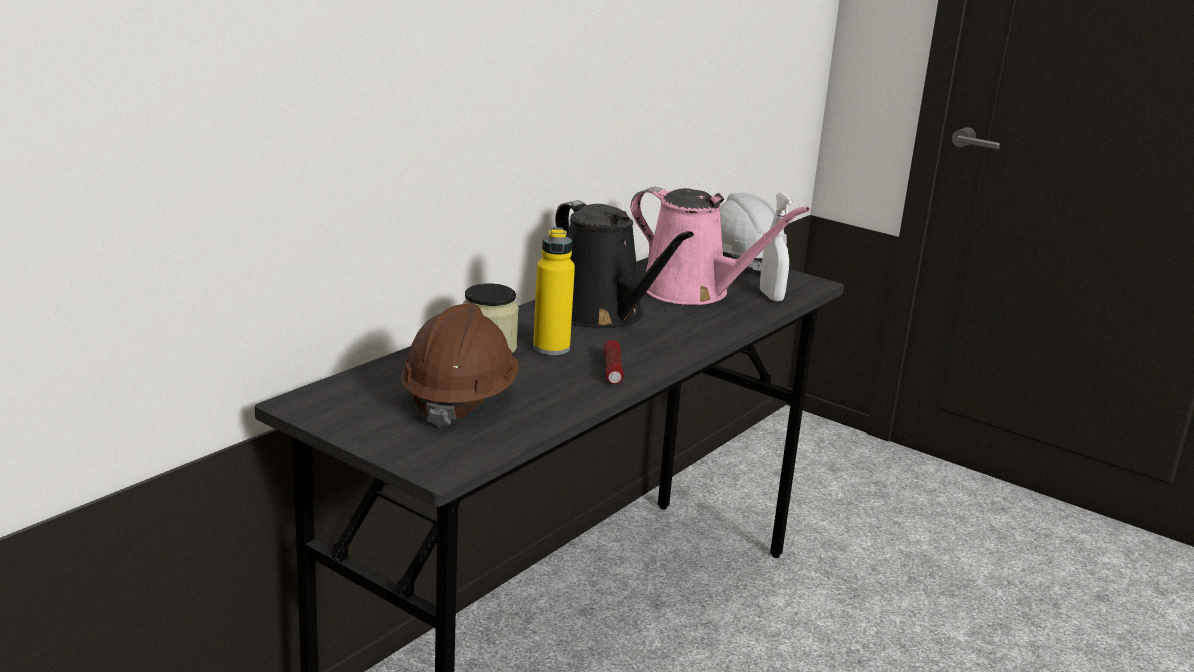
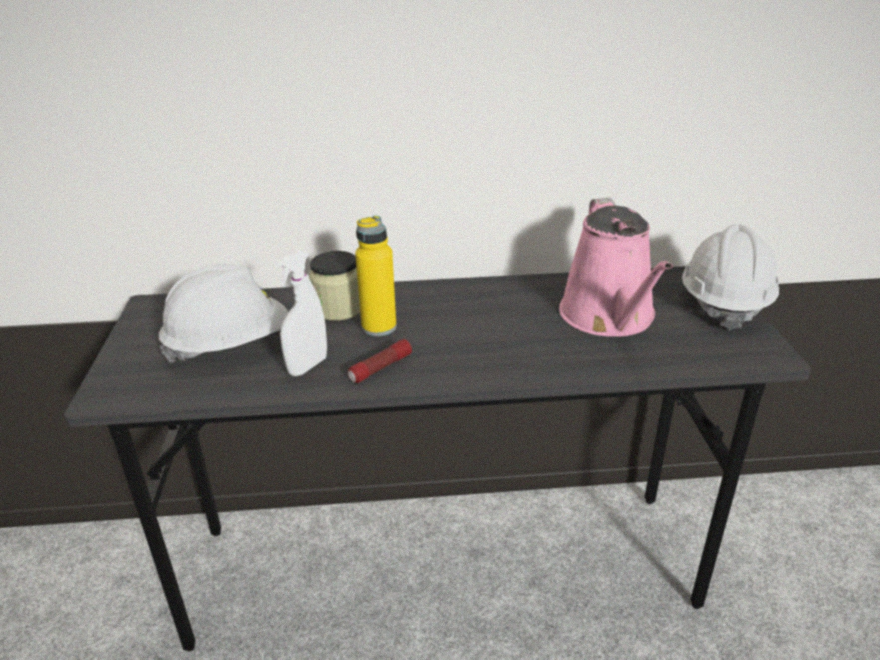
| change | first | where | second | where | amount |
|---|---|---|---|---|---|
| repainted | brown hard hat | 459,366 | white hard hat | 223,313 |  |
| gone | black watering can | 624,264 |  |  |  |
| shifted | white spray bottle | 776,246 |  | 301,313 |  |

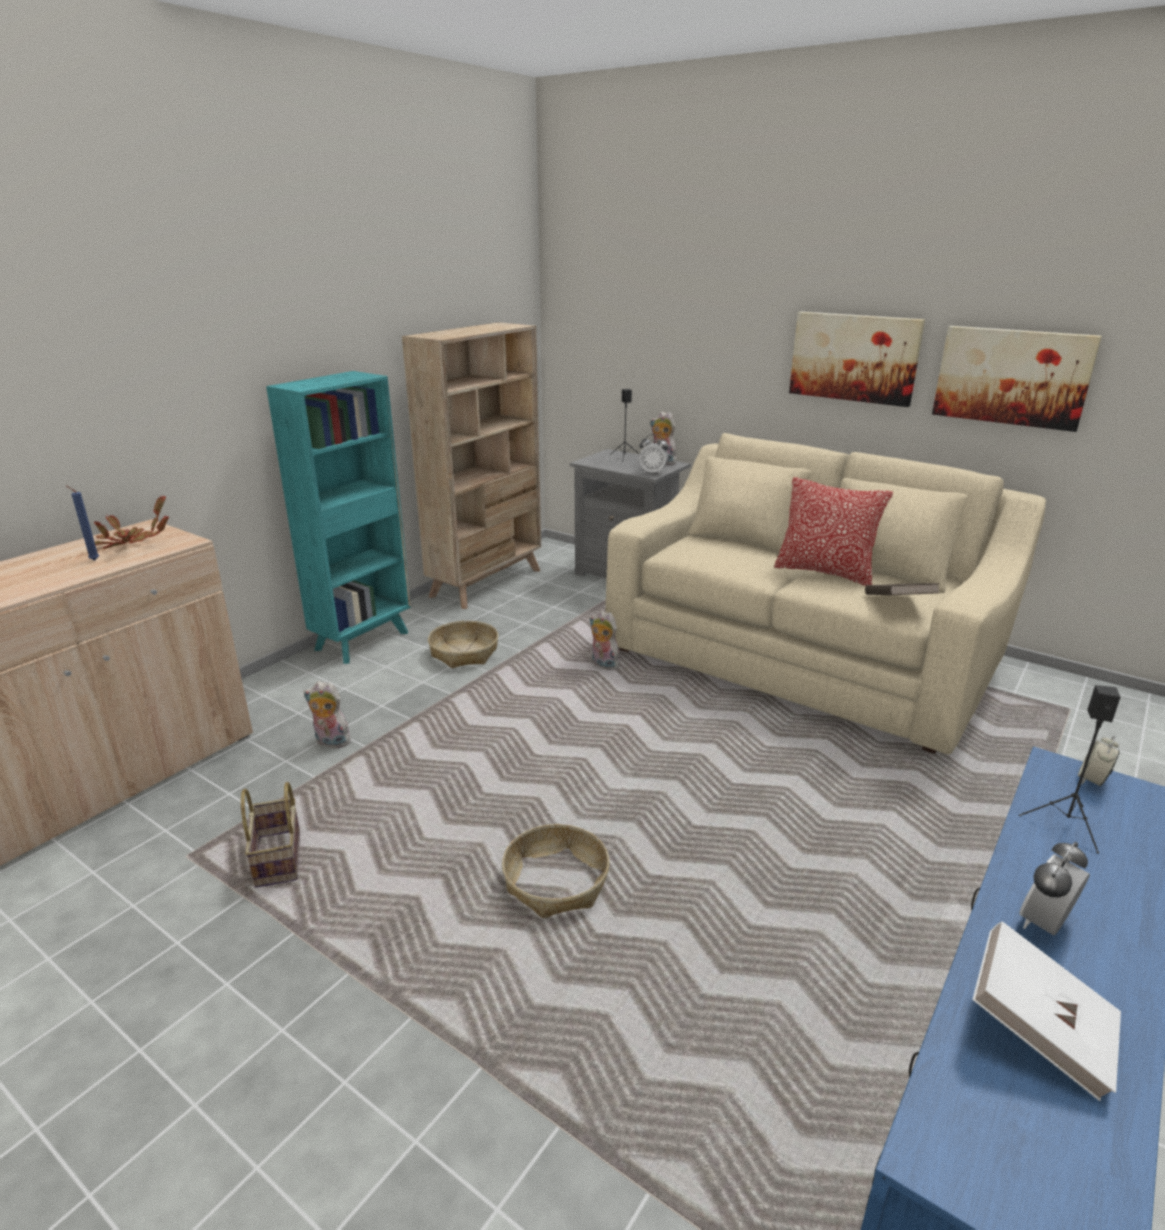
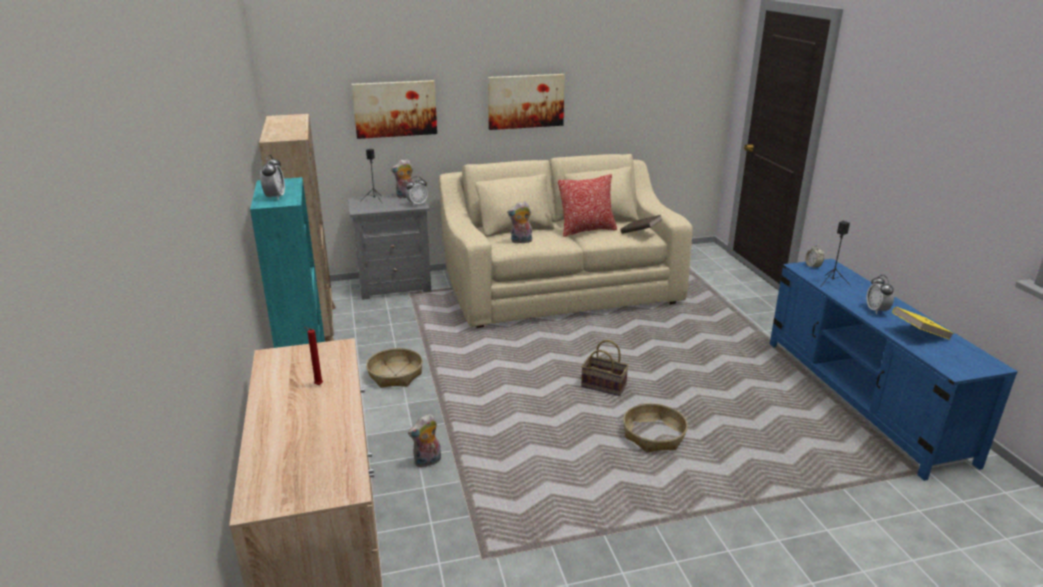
| change | first | where | second | where | amount |
|---|---|---|---|---|---|
| repainted | blue candle | 82,522 | red candle | 313,356 |  |
| gone | potted plant | 131,522 |  |  |  |
| shifted | basket | 270,835 |  | 605,368 |  |
| shifted | plush toy | 605,640 |  | 519,222 |  |
| shifted | picture | 1017,379 |  | 394,109 |  |
| repainted | white book | 1046,1011 | yellow book | 923,323 |  |
| new |  |  | alarm clock | 272,177 |  |

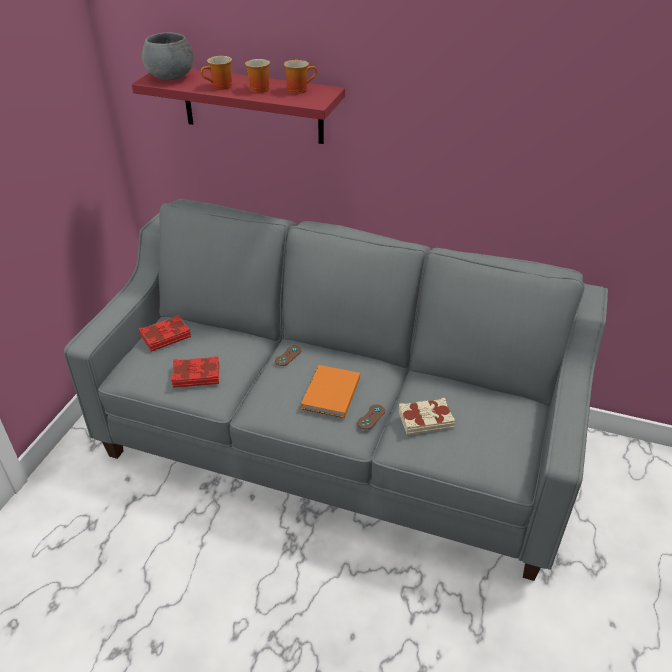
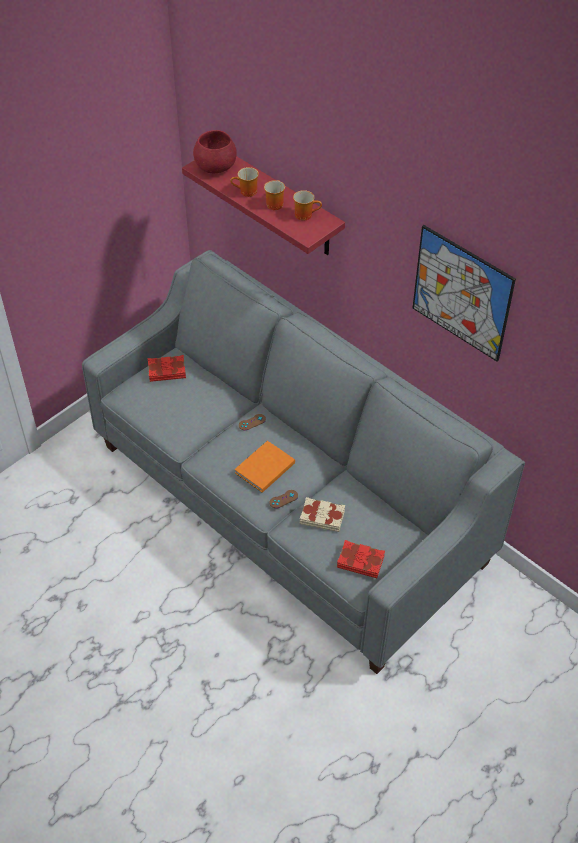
| change | first | where | second | where | amount |
|---|---|---|---|---|---|
| repainted | grey bowl | 167,56 | red bowl | 215,151 |  |
| shifted | red book | 195,372 |  | 361,559 |  |
| new |  |  | picture | 464,293 |  |

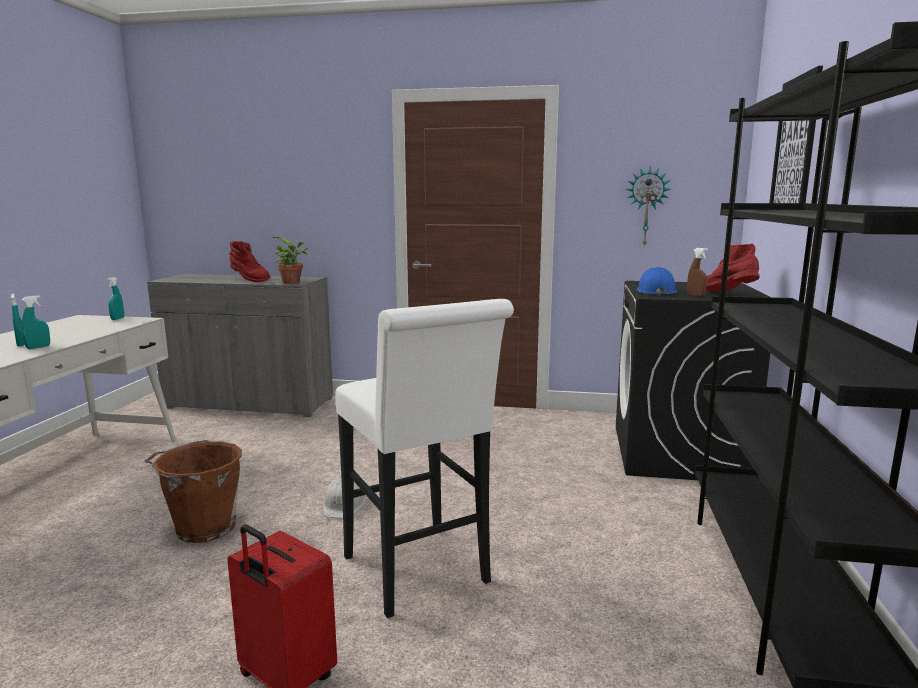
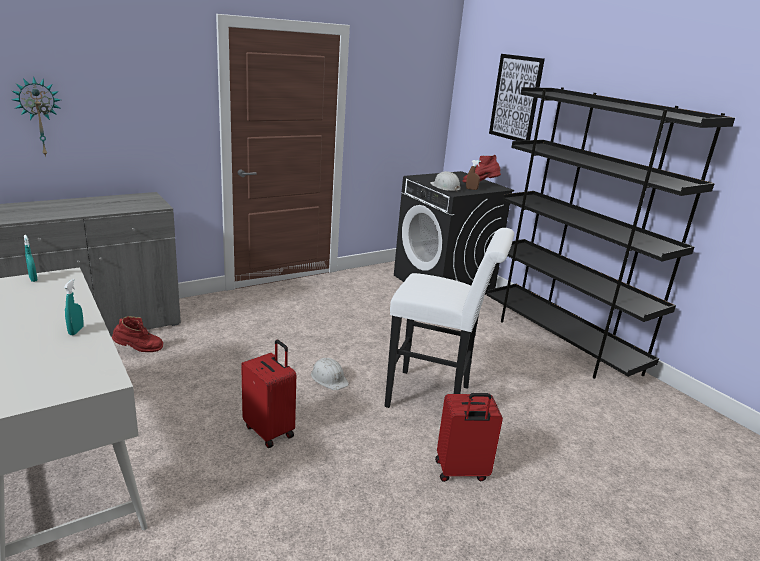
| change | first | where | second | where | amount |
|---|---|---|---|---|---|
| gone | turquoise spray bottle | 18,319 |  |  |  |
| swapped | brown bucket | 193,491 | red suitcase | 268,394 |  |
| shifted | red boot | 250,261 |  | 137,334 |  |
| gone | potted plant | 291,260 |  |  |  |
| shifted | wall clock | 648,207 |  | 36,116 |  |
| repainted | blue hard hat | 656,281 | white hard hat | 445,181 |  |

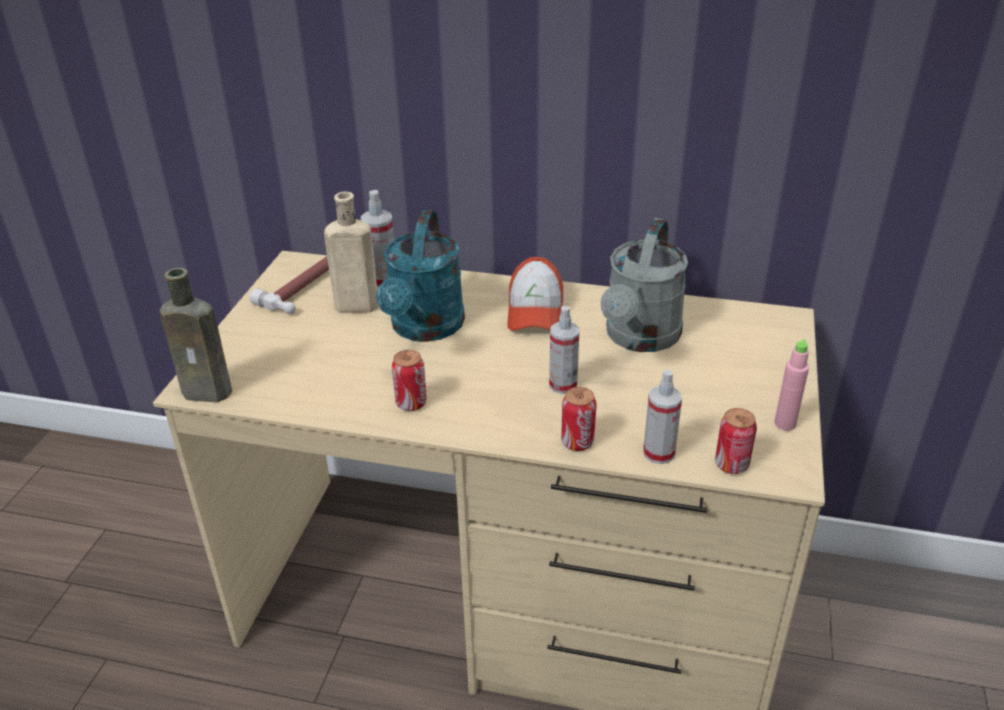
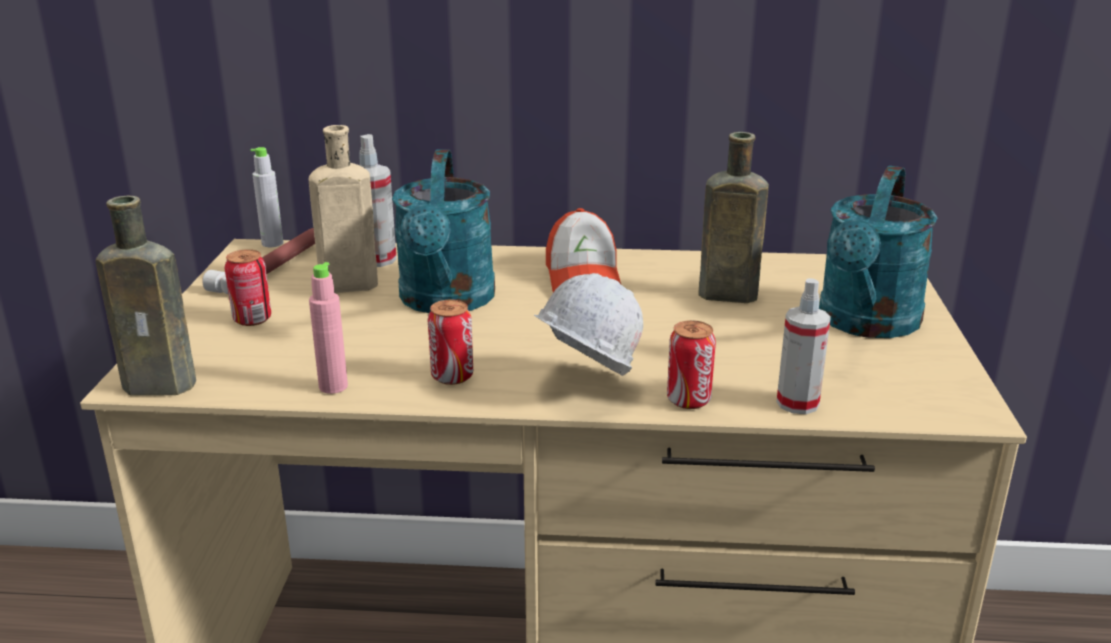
| change | first | where | second | where | amount |
|---|---|---|---|---|---|
| gone | spray bottle | 564,350 |  |  |  |
| swapped | grey watering can | 644,285 | brown bottle | 733,217 |  |
| shifted | can | 736,441 |  | 248,287 |  |
| shifted | pink bottle | 791,385 |  | 328,328 |  |
| new |  |  | grey bottle | 267,197 |  |
| new |  |  | white hard hat | 588,324 |  |
| new |  |  | turquoise watering can | 878,252 |  |

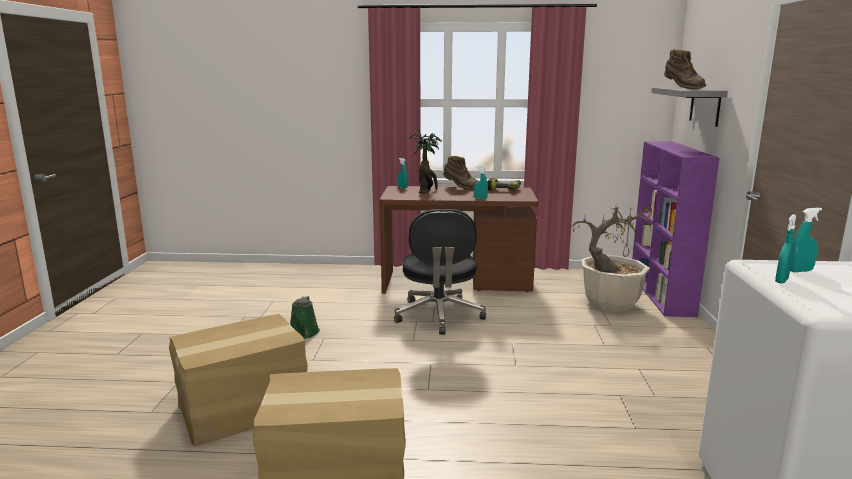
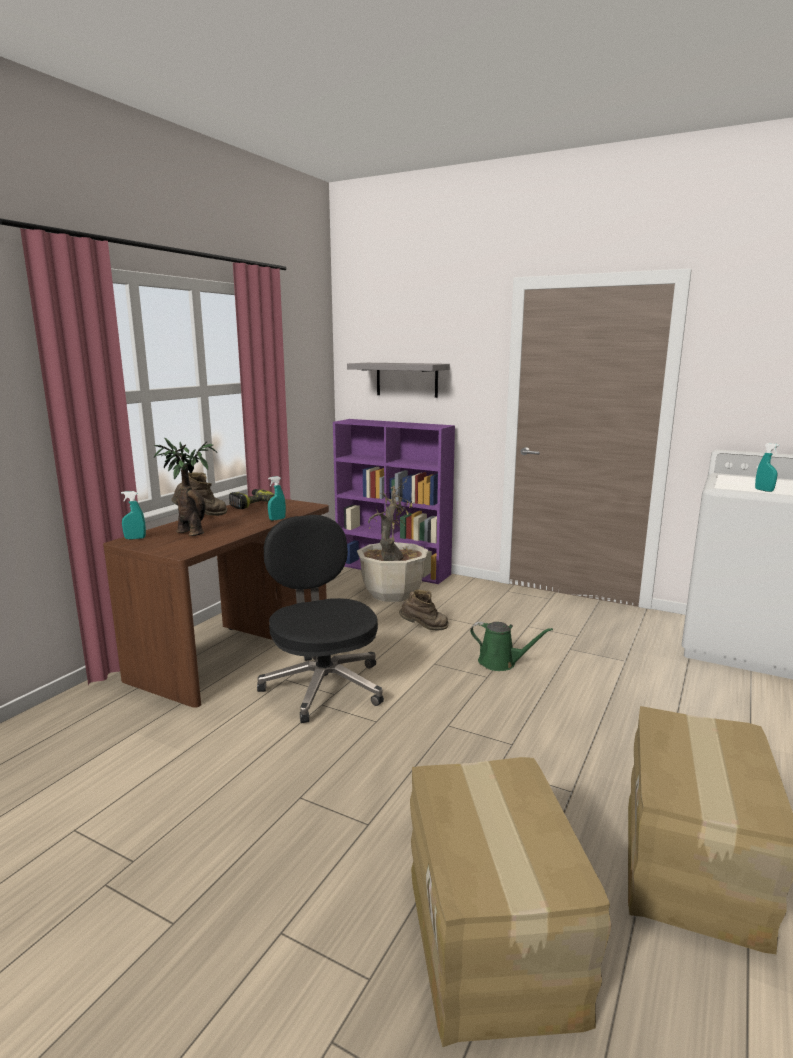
| change | first | where | second | where | amount |
|---|---|---|---|---|---|
| shifted | green watering can | 305,317 |  | 511,646 |  |
| rotated | black office chair | 440,272 |  | 320,619 | 135 degrees counterclockwise |
| shifted | brown boot | 685,69 |  | 424,610 |  |
| gone | turquoise spray bottle | 806,240 |  |  |  |

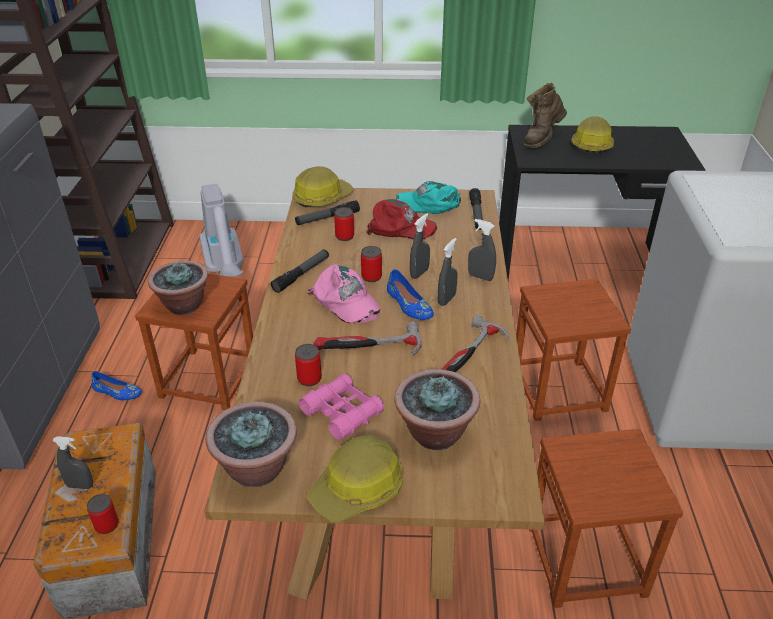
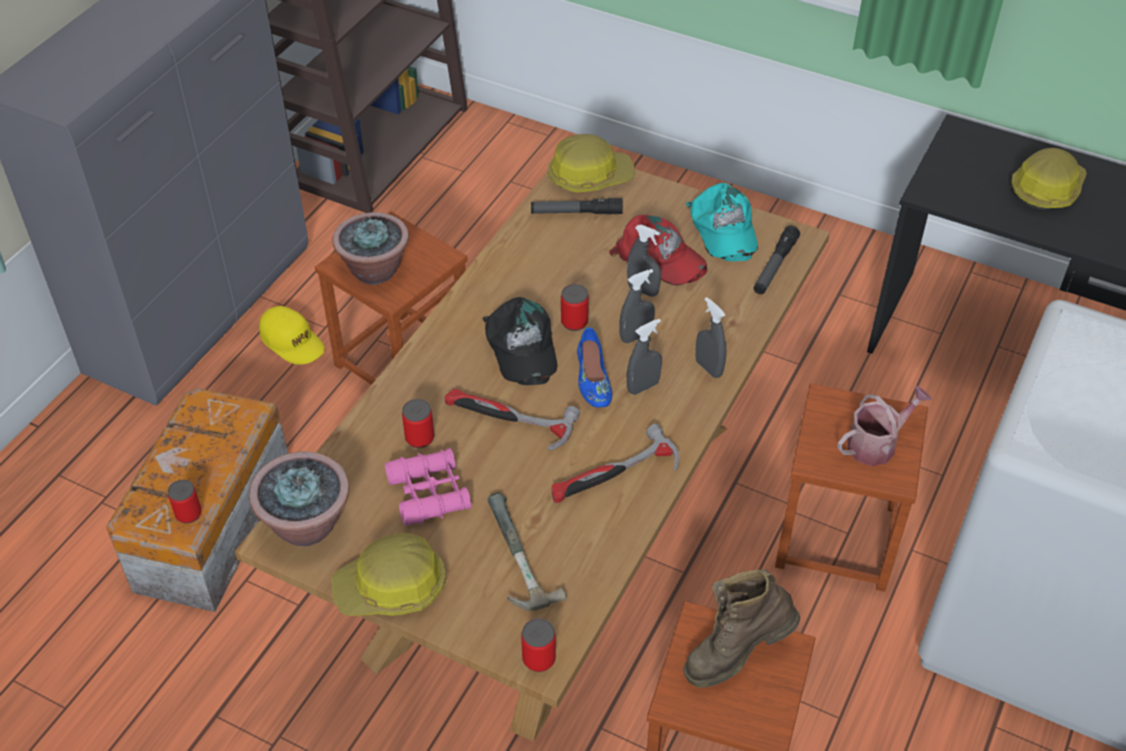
| change | first | where | second | where | amount |
|---|---|---|---|---|---|
| shifted | grey spray bottle | 72,462 |  | 644,261 |  |
| swapped | blue shoe | 116,385 | yellow cap | 292,335 |  |
| gone | vacuum cleaner | 221,230 |  |  |  |
| gone | flashlight | 300,271 |  |  |  |
| repainted | pink cap | 343,293 | black cap | 520,341 |  |
| shifted | can | 344,224 |  | 538,645 |  |
| swapped | potted plant | 437,409 | hammer | 527,551 |  |
| rotated | turquoise cap | 428,197 |  | 722,222 | 135 degrees counterclockwise |
| shifted | brown boot | 545,115 |  | 741,628 |  |
| new |  |  | watering can | 884,426 |  |

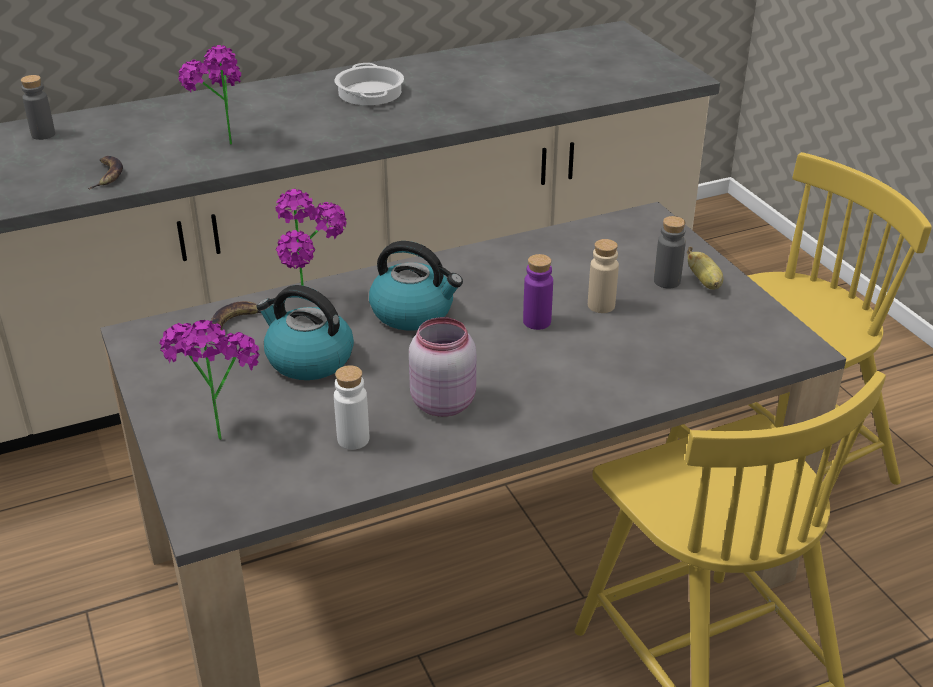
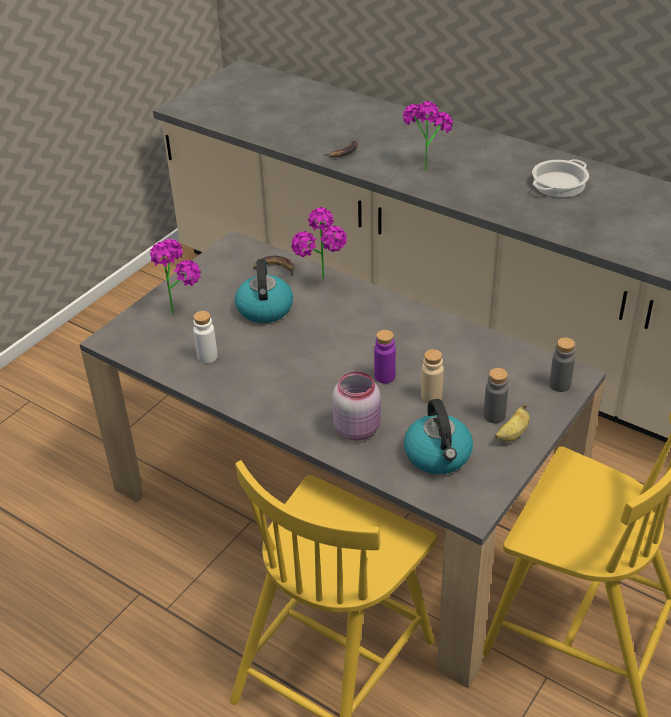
| change | first | where | second | where | amount |
|---|---|---|---|---|---|
| shifted | grey bottle | 38,107 |  | 562,364 |  |
| shifted | kettle | 416,286 |  | 438,436 |  |
| shifted | pink jar | 442,367 |  | 356,406 |  |

